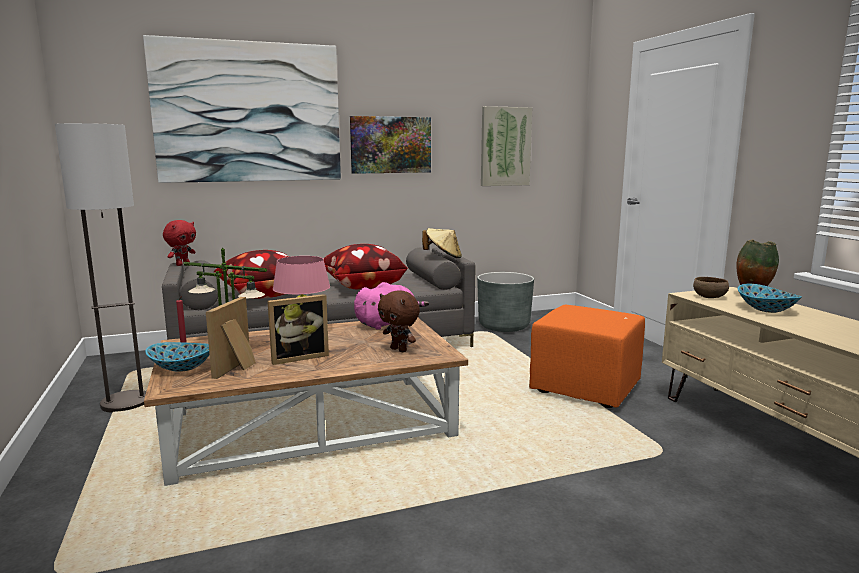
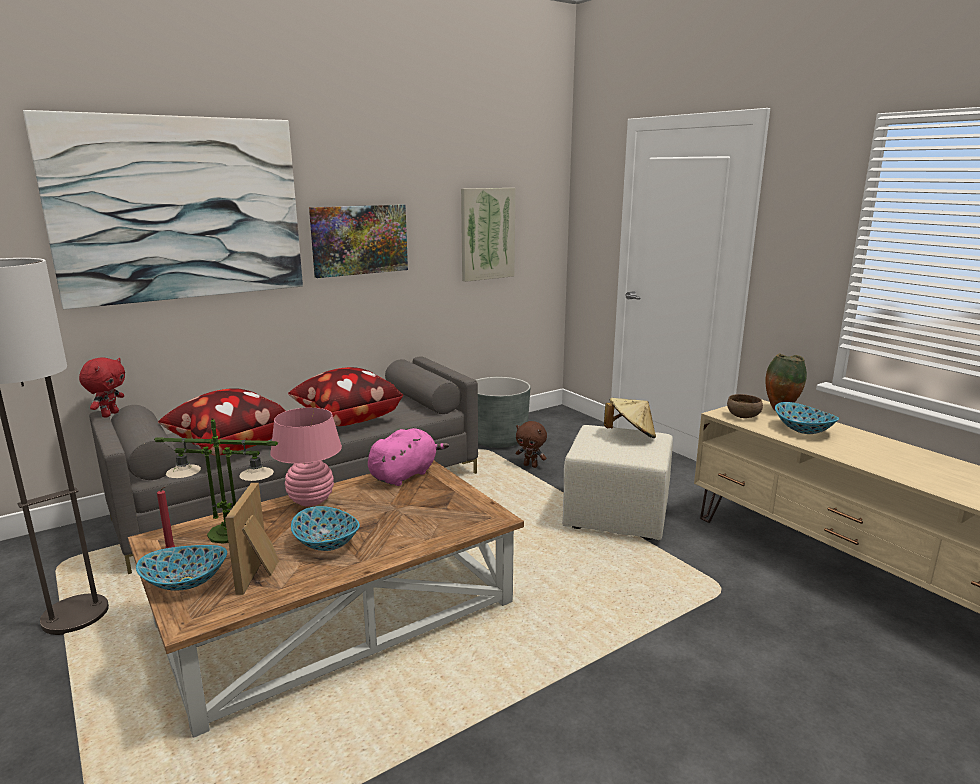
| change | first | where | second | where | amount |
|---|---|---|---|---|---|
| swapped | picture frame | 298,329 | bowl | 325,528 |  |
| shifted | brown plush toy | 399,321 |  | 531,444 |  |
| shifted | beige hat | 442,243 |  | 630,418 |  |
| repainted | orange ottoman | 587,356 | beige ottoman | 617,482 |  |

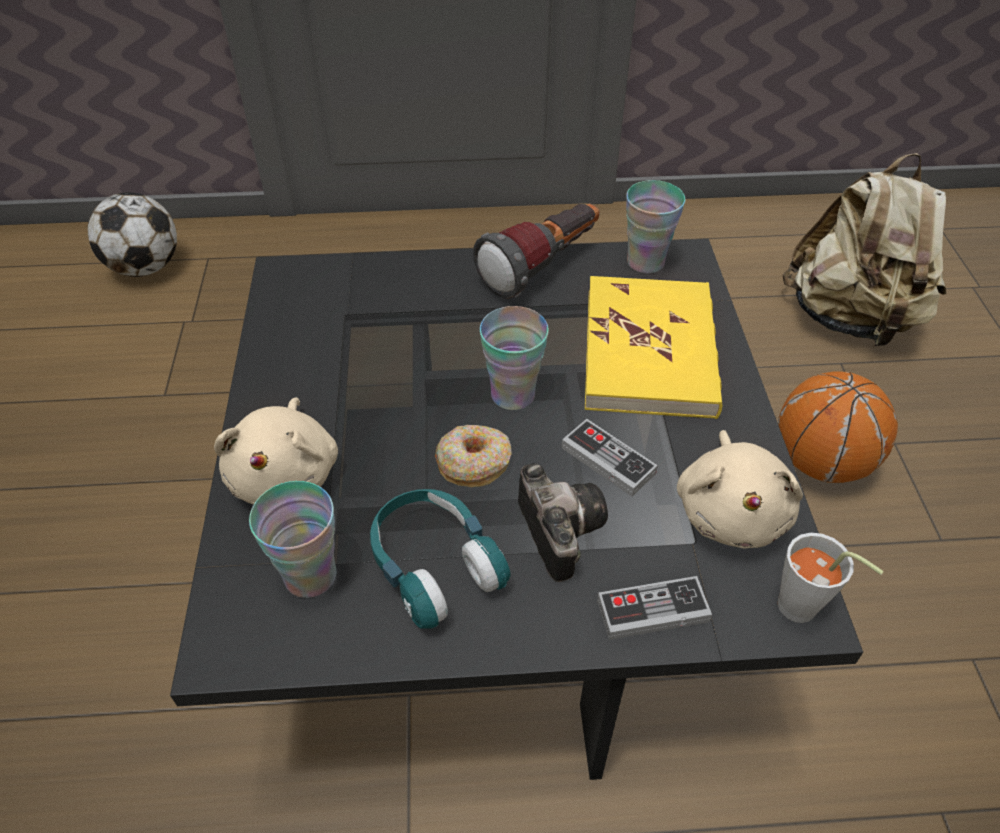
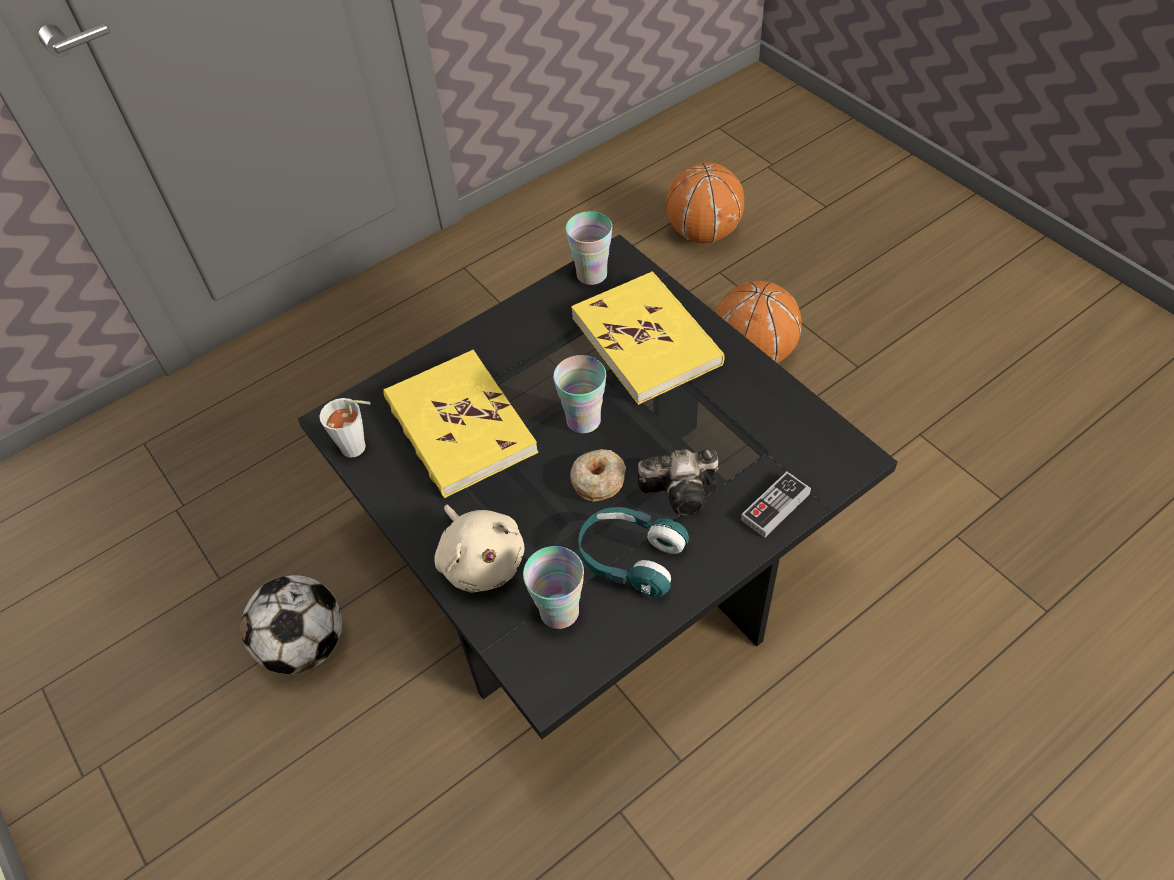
| change | first | where | second | where | amount |
|---|---|---|---|---|---|
| shifted | football | 132,234 |  | 291,624 |  |
| gone | flashlight | 536,251 |  |  |  |
| rotated | photo camera | 563,523 |  | 678,482 | 135 degrees clockwise |
| gone | game controller | 610,458 |  |  |  |
| gone | beige plush toy | 740,489 |  |  |  |
| shifted | grey cup | 831,578 |  | 345,428 |  |
| swapped | beige backpack | 864,250 | basketball | 705,202 |  |
| new |  |  | yellow book | 460,424 |  |

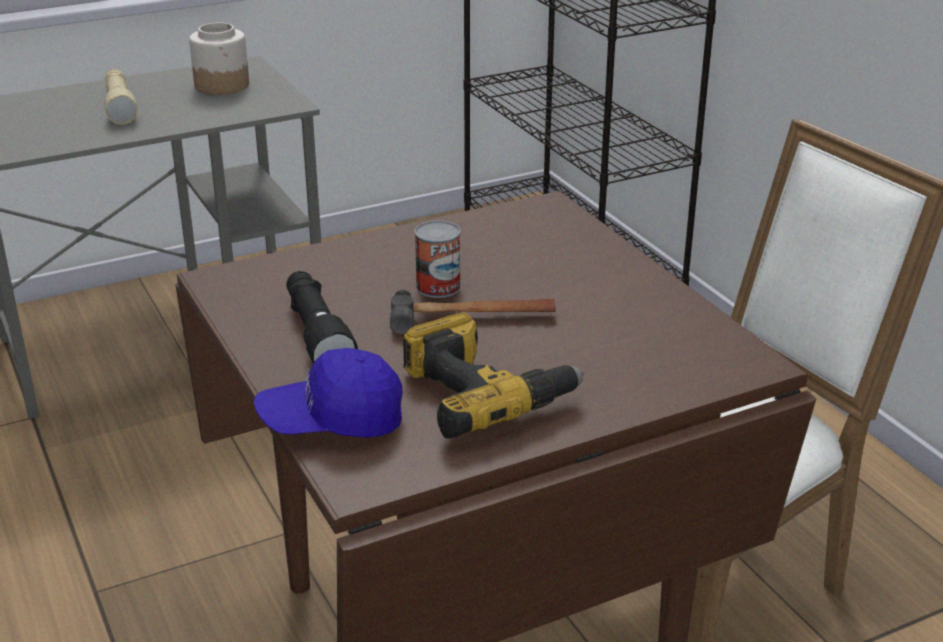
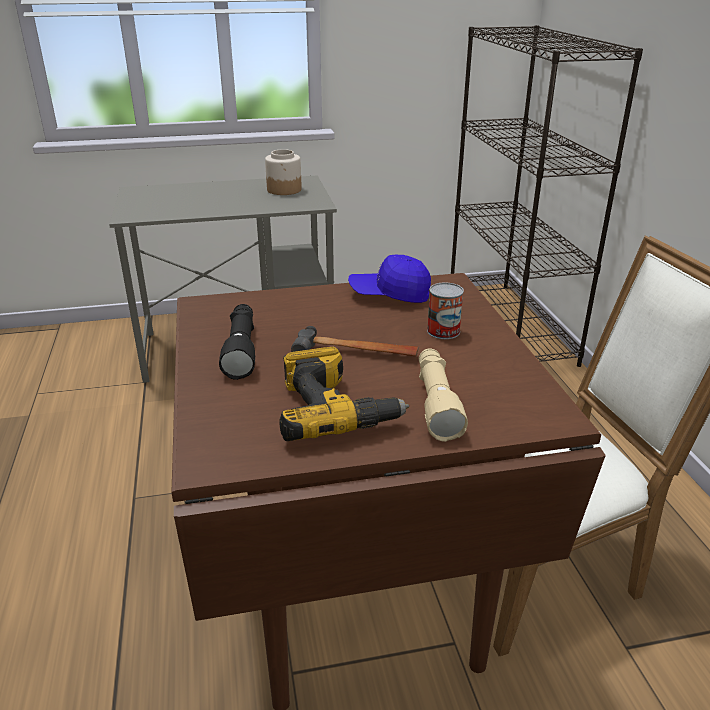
| change | first | where | second | where | amount |
|---|---|---|---|---|---|
| shifted | beige flashlight | 121,97 |  | 443,395 |  |
| shifted | blue cap | 328,392 |  | 389,279 |  |
| shifted | can | 437,259 |  | 445,310 |  |

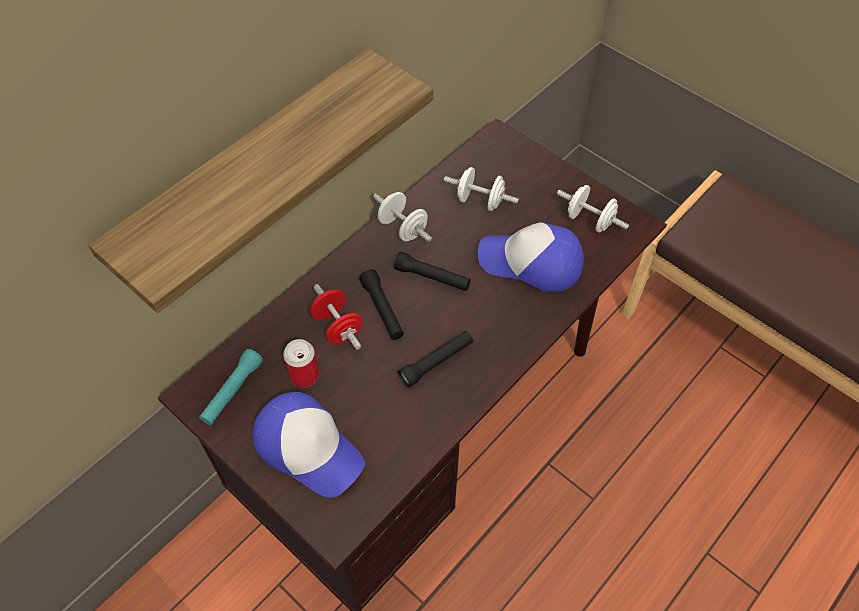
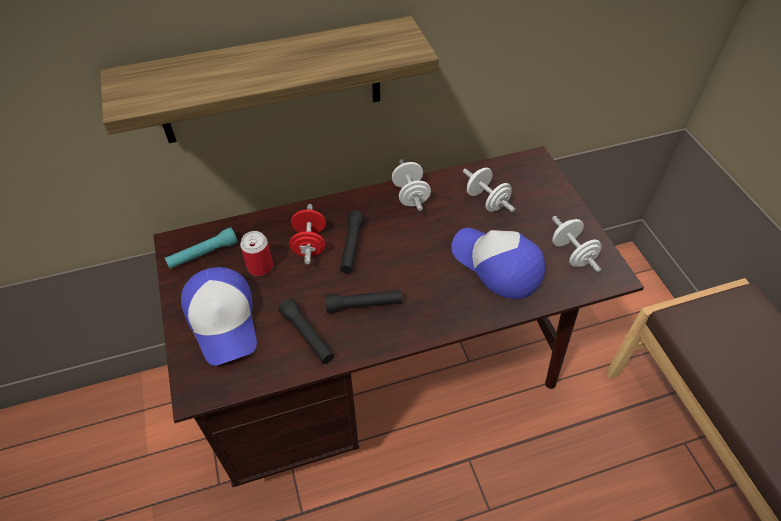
| change | first | where | second | where | amount |
|---|---|---|---|---|---|
| shifted | black flashlight | 432,271 |  | 306,331 |  |

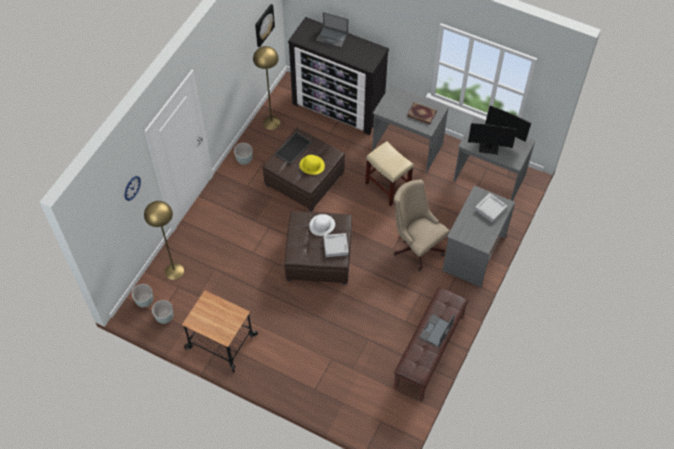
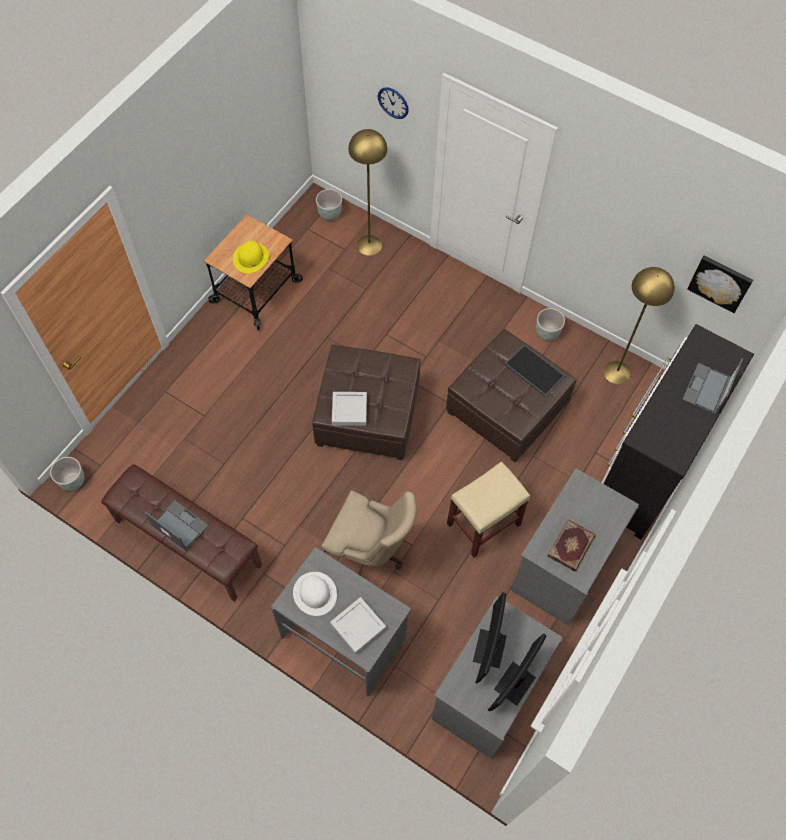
| change | first | where | second | where | amount |
|---|---|---|---|---|---|
| shifted | grey planter | 162,312 |  | 67,474 |  |
| shifted | yellow hat | 312,165 |  | 251,257 |  |
| shifted | white hat | 322,225 |  | 315,594 |  |
| rotated | beige office chair | 421,225 |  | 369,533 | 60 degrees clockwise |

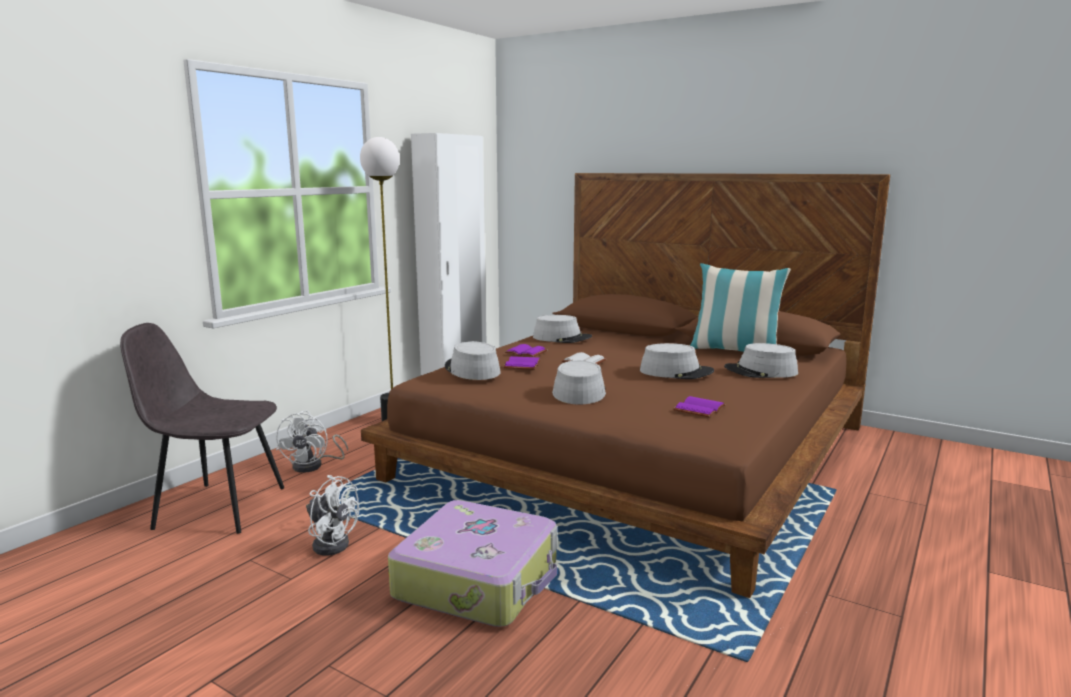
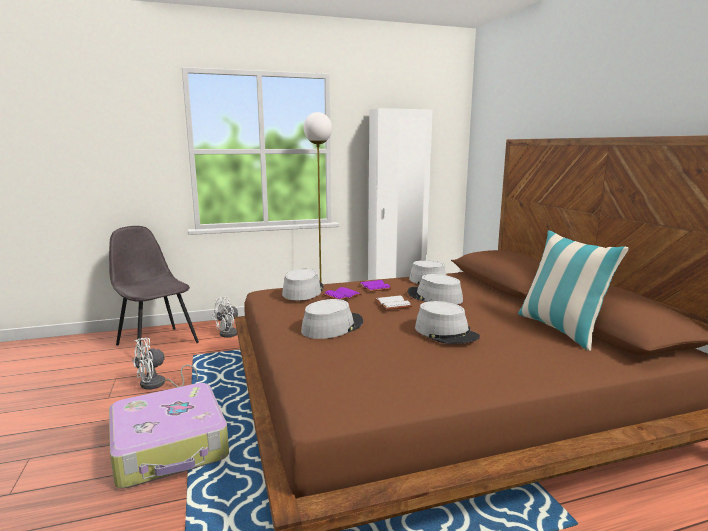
| change | first | where | second | where | amount |
|---|---|---|---|---|---|
| rotated | white fan | 332,515 |  | 165,364 | 75 degrees clockwise |
| gone | purple book | 699,406 |  |  |  |
| shifted | grey hat | 761,360 |  | 435,289 |  |

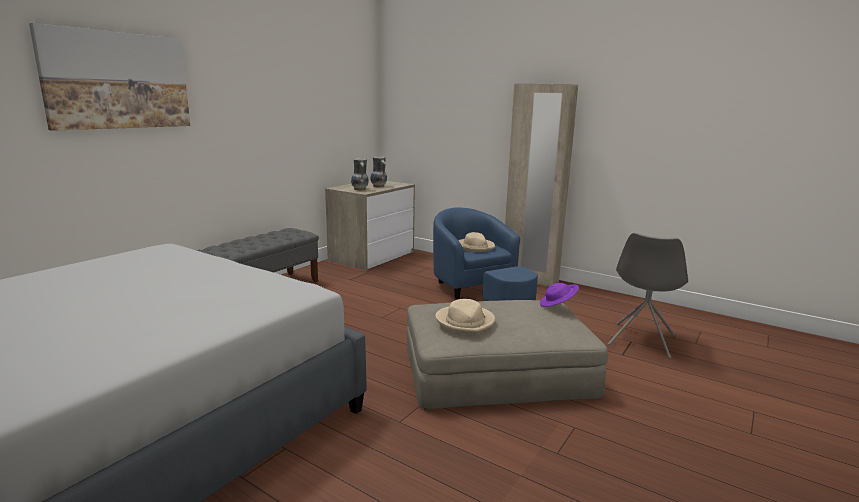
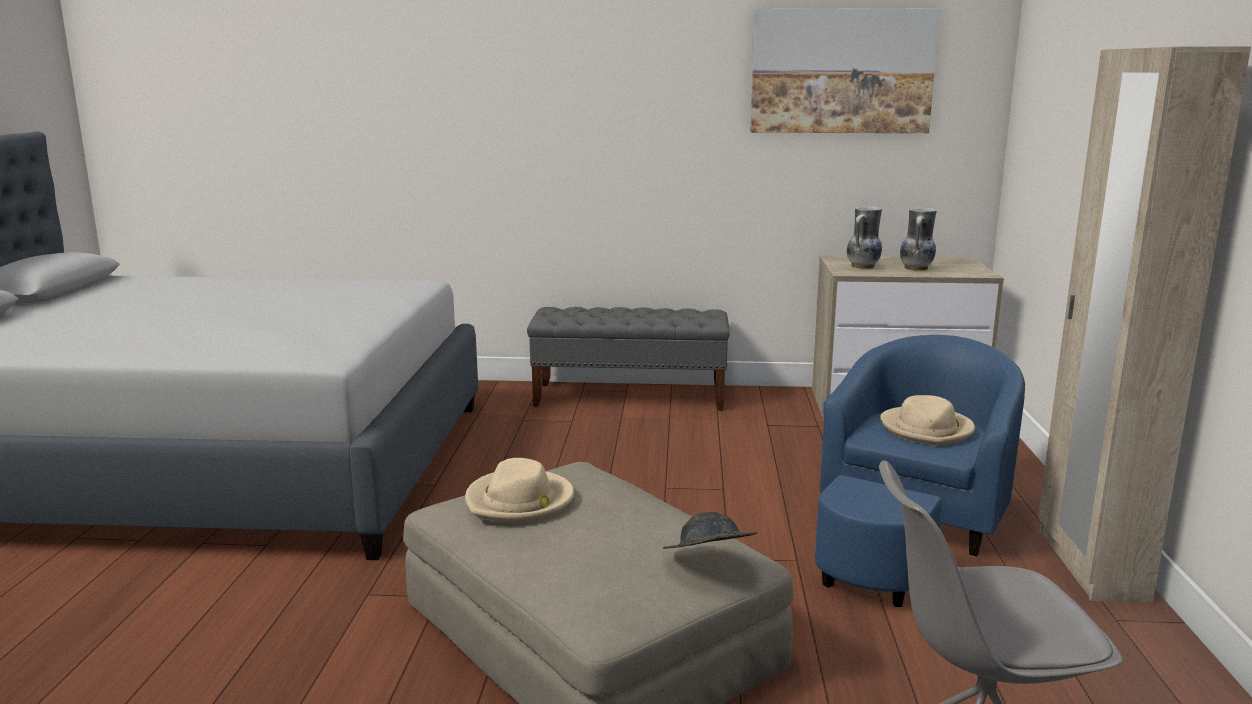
| change | first | where | second | where | amount |
|---|---|---|---|---|---|
| shifted | picture | 109,77 |  | 845,70 |  |
| repainted | purple hat | 559,295 | grey hat | 710,530 |  |

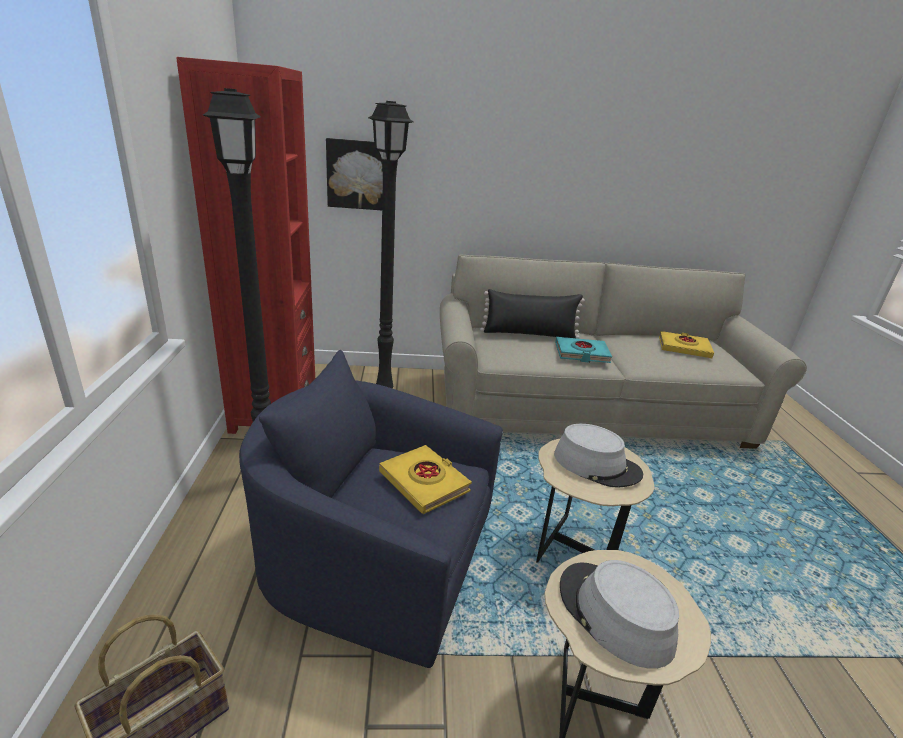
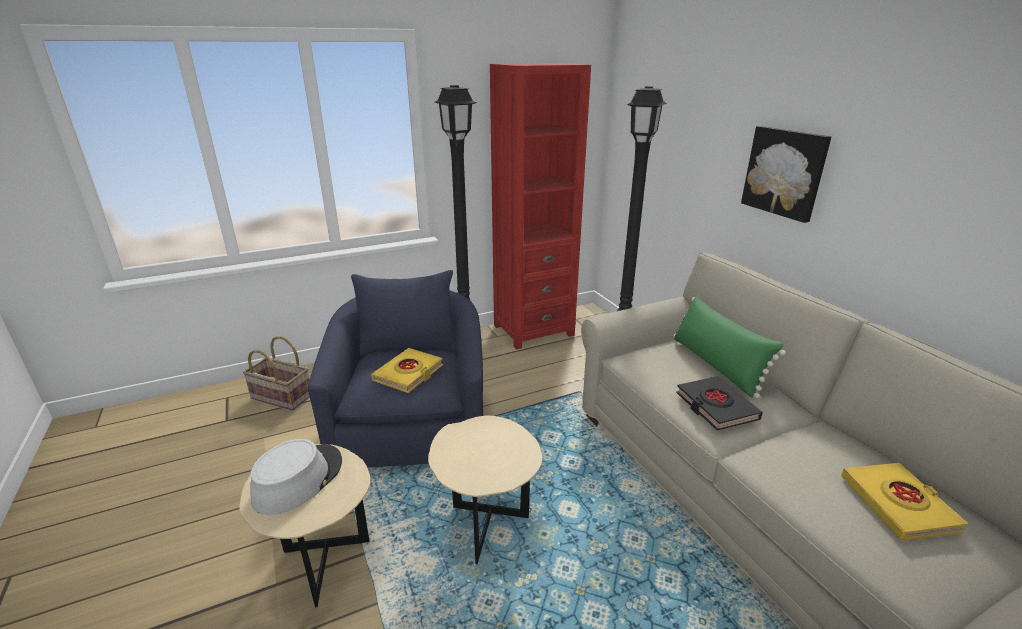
| change | first | where | second | where | amount |
|---|---|---|---|---|---|
| shifted | picture | 354,174 |  | 786,174 |  |
| repainted | black pillow | 532,314 | green pillow | 729,347 |  |
| gone | grey hat | 598,456 |  |  |  |
| repainted | turquoise book | 583,350 | black book | 719,403 |  |

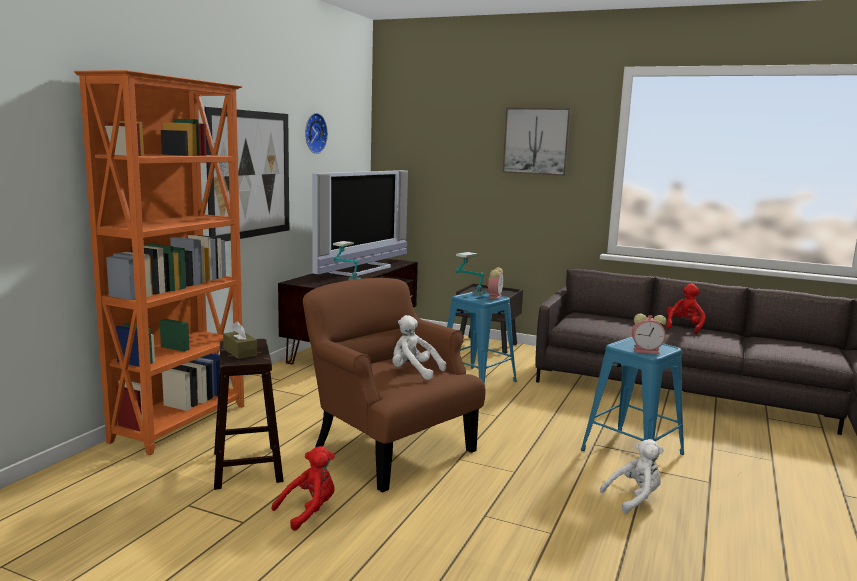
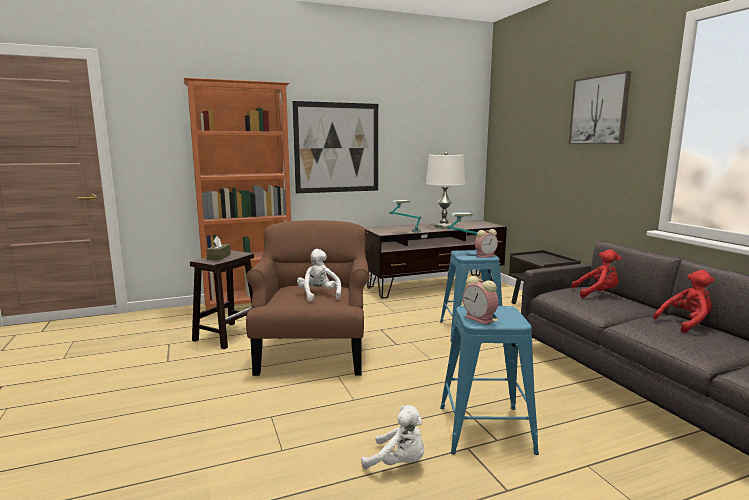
| change | first | where | second | where | amount |
|---|---|---|---|---|---|
| shifted | red plush toy | 303,488 |  | 596,273 |  |
| gone | wall clock | 316,133 |  |  |  |
| swapped | television | 360,223 | white table lamp | 445,190 |  |

